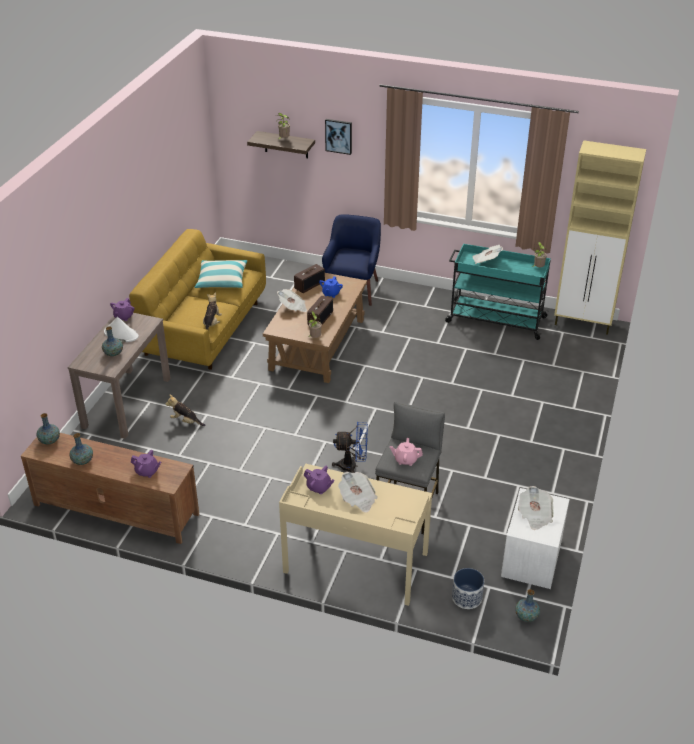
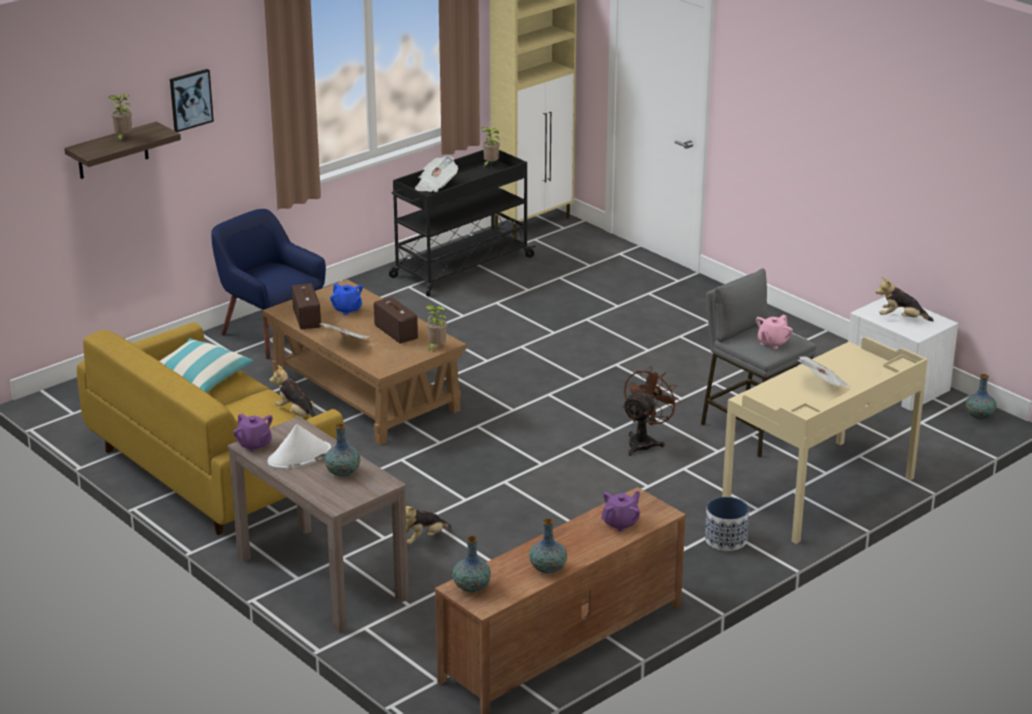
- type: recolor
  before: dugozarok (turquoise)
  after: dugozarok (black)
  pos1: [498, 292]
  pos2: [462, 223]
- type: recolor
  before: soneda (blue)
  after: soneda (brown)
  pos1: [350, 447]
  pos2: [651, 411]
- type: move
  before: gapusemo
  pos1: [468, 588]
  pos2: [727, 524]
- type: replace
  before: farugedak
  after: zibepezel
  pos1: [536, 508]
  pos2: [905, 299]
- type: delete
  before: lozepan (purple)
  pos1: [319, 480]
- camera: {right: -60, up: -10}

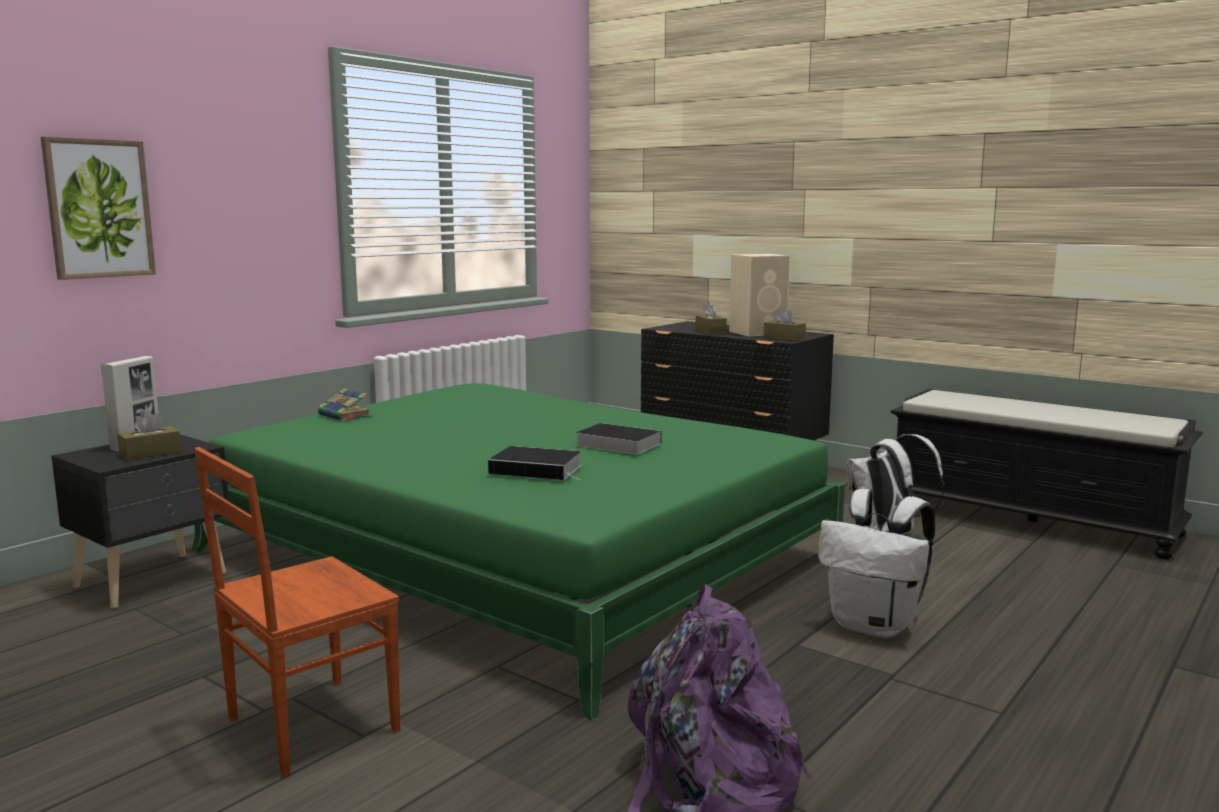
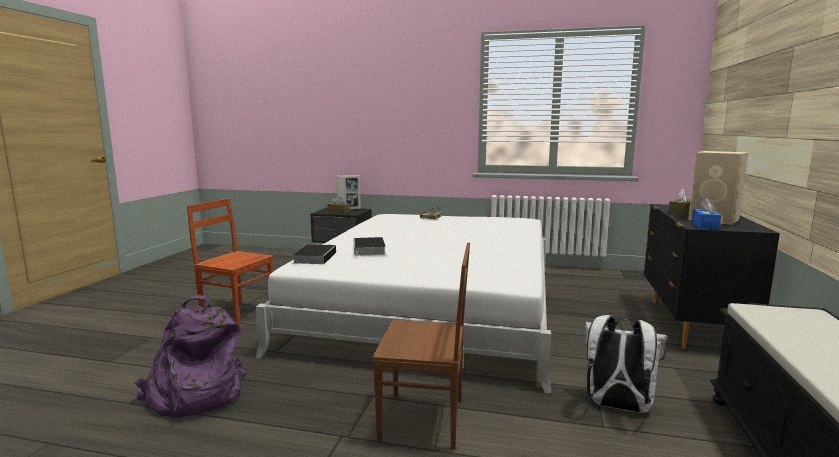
- type: recolor
  before: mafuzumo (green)
  after: mafuzumo (white)
  pos1: [518, 552]
  pos2: [403, 304]
- type: move
  before: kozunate
  pos1: [618, 439]
  pos2: [314, 254]
- type: replace
  before: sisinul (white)
  after: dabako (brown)
  pos1: [876, 563]
  pos2: [421, 346]
- type: recolor
  before: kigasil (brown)
  after: kigasil (blue)
  pos1: [785, 324]
  pos2: [706, 214]
- type: delete
  before: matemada
  pos1: [98, 208]
- camera: {right: 65, up: 0}

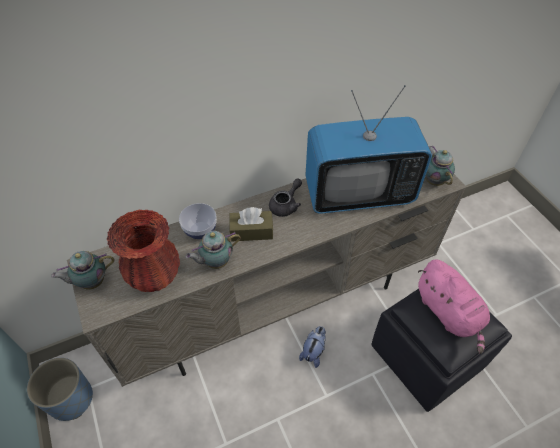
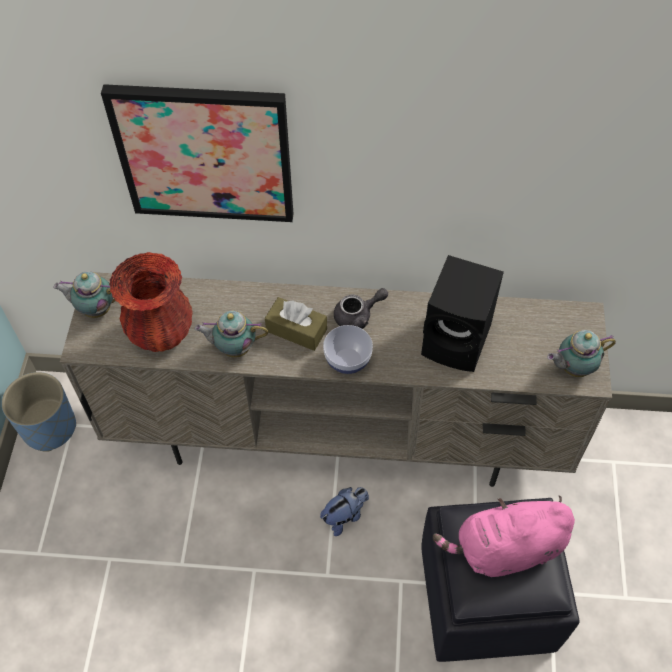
- type: insert
  after: matemada
  pos2: [197, 153]
- type: move
  before: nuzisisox
  pos1: [198, 221]
  pos2: [348, 349]
- type: replace
  before: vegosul
  after: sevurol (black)
  pos1: [368, 149]
  pos2: [462, 313]
- type: rotate
  before: zibepezel (pink)
  pos1: [454, 306]
  pos2: [504, 536]
  turn: 75
- type: rotate
  before: lozepan
  pos1: [440, 166]
  pos2: [581, 353]
  turn: -120
- camera: {right: 30, up: 5}

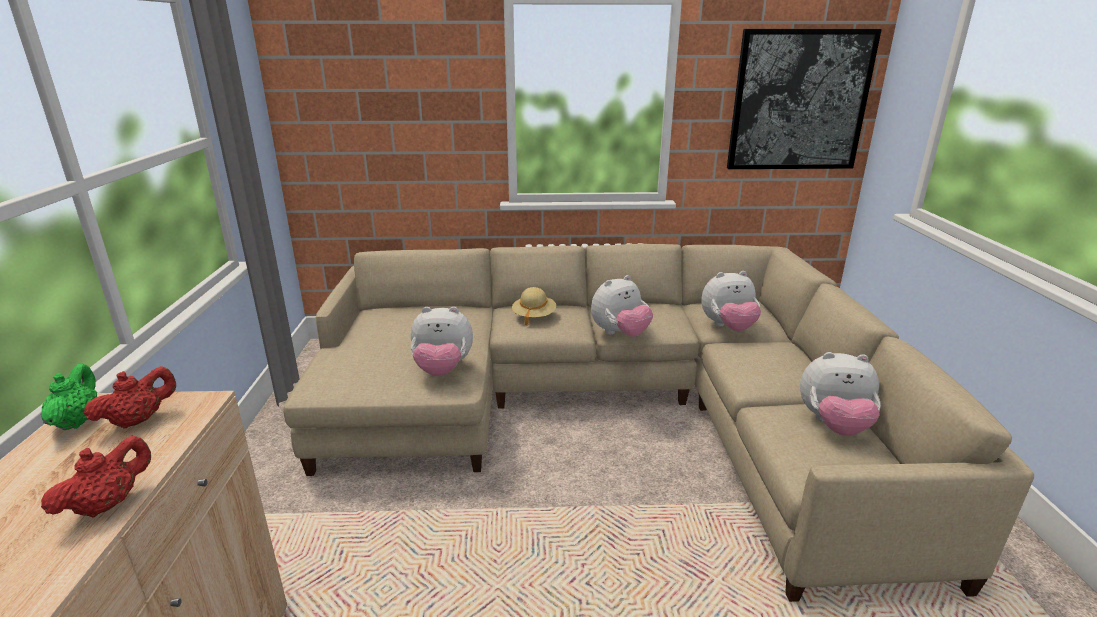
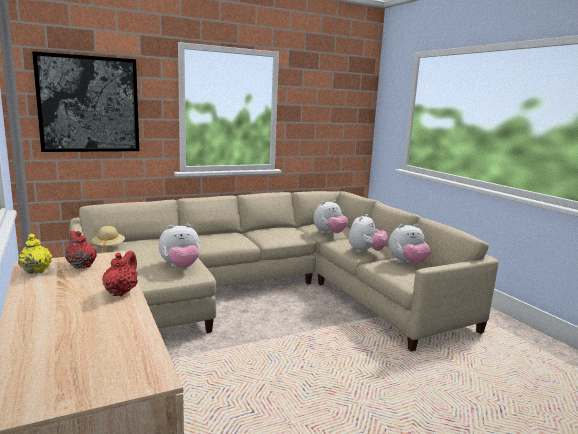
- type: recolor
  before: lozepan (green)
  after: lozepan (yellow)
  pos1: [69, 397]
  pos2: [35, 254]
- type: move
  before: matemada
  pos1: [804, 99]
  pos2: [85, 101]
- type: rotate
  before: lozepan (red)
  pos1: [130, 397]
  pos2: [81, 250]
  turn: -60
- type: move
  before: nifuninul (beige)
  pos1: [534, 306]
  pos2: [108, 239]
- type: move
  before: zibepezel
  pos1: [622, 306]
  pos2: [368, 233]
- camera: {right: -25, up: -10}

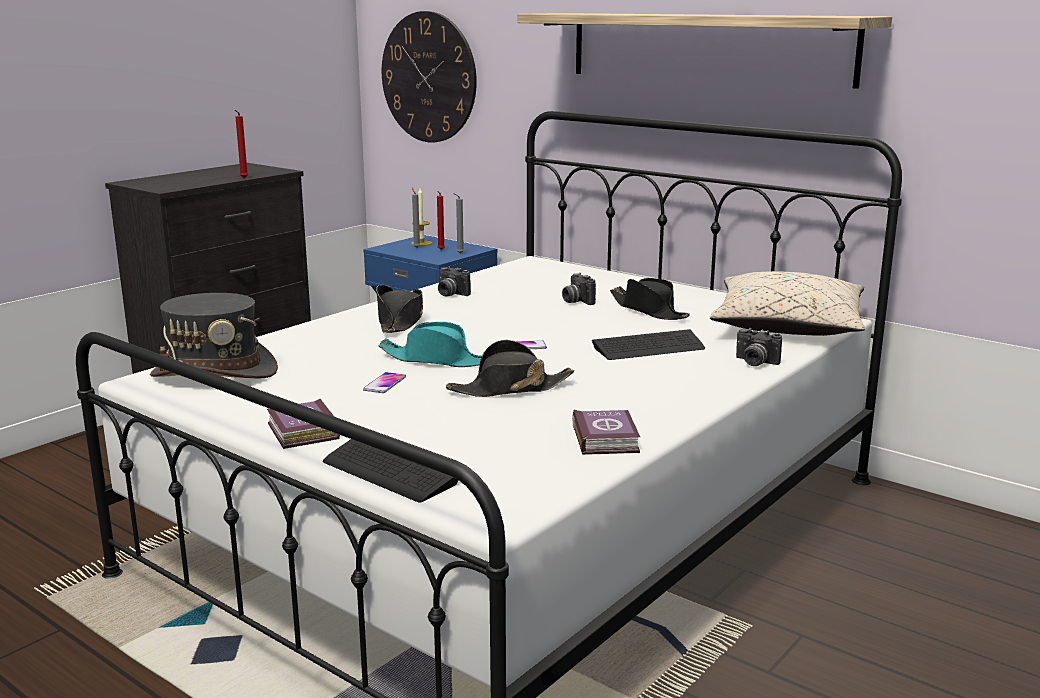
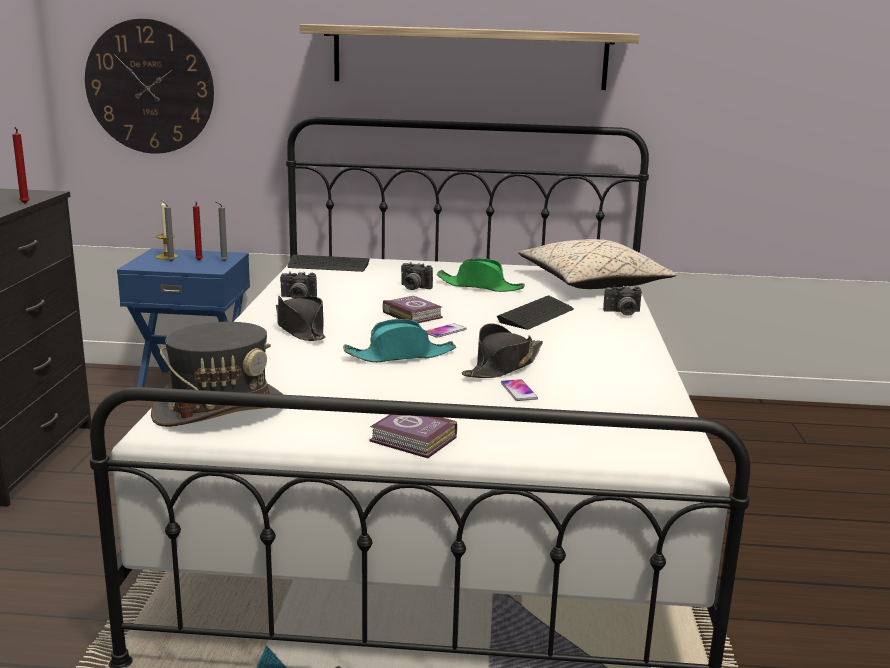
- type: move
  before: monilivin
  pos1: [391, 471]
  pos2: [328, 263]
- type: move
  before: kozunate
  pos1: [606, 432]
  pos2: [412, 309]
- type: recolor
  before: nifuninul (black)
  after: nifuninul (green)
  pos1: [650, 299]
  pos2: [480, 275]
- type: move
  before: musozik
  pos1: [384, 382]
  pos2: [519, 390]
- camera: {right: -35, up: 0}

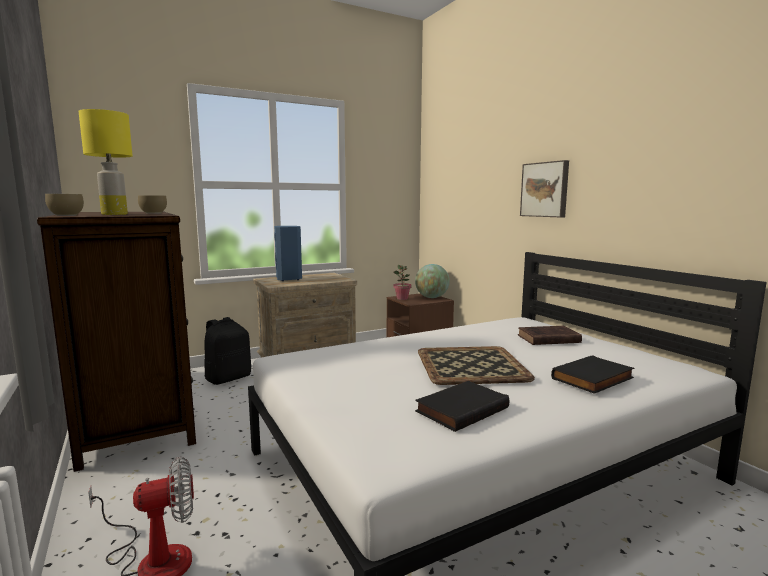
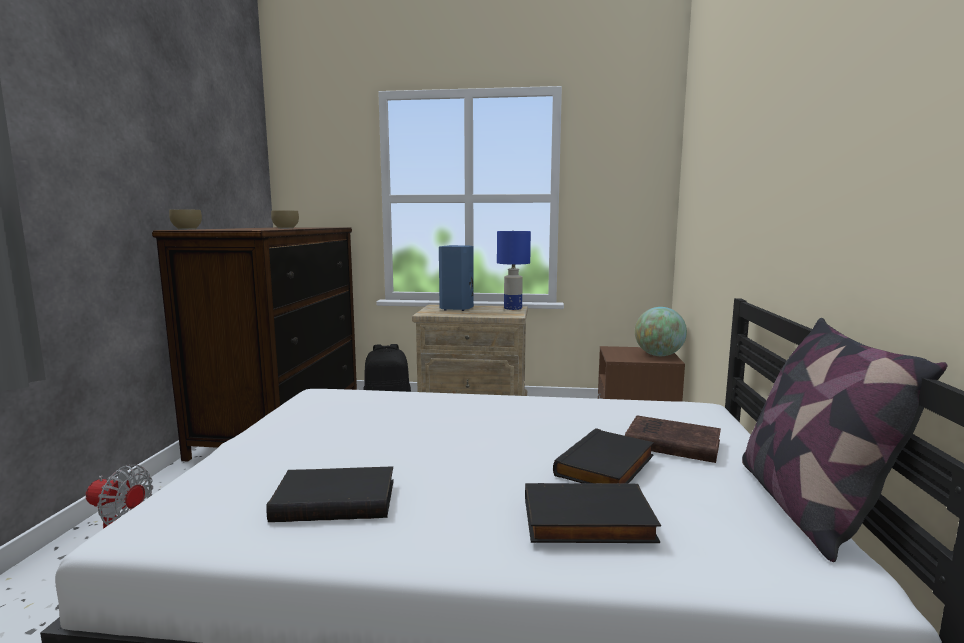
- type: insert
  after: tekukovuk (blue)
  pos2: [514, 270]
- type: insert
  after: kozunate (black)
  pos2: [603, 456]
- type: insert
  after: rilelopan
  pos2: [845, 440]
- type: delete
  before: tekukovuk (yellow)
  pos1: [105, 162]
- type: delete
  before: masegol
  pos1: [402, 282]
- type: delete
  before: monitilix
  pos1: [476, 365]
- type: delete
  before: matemada
  pos1: [544, 188]
- camera: {right: 35, up: 0}

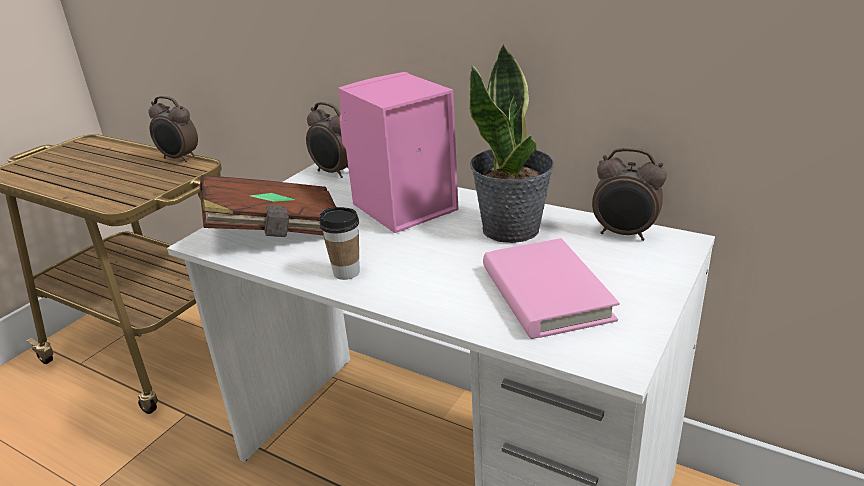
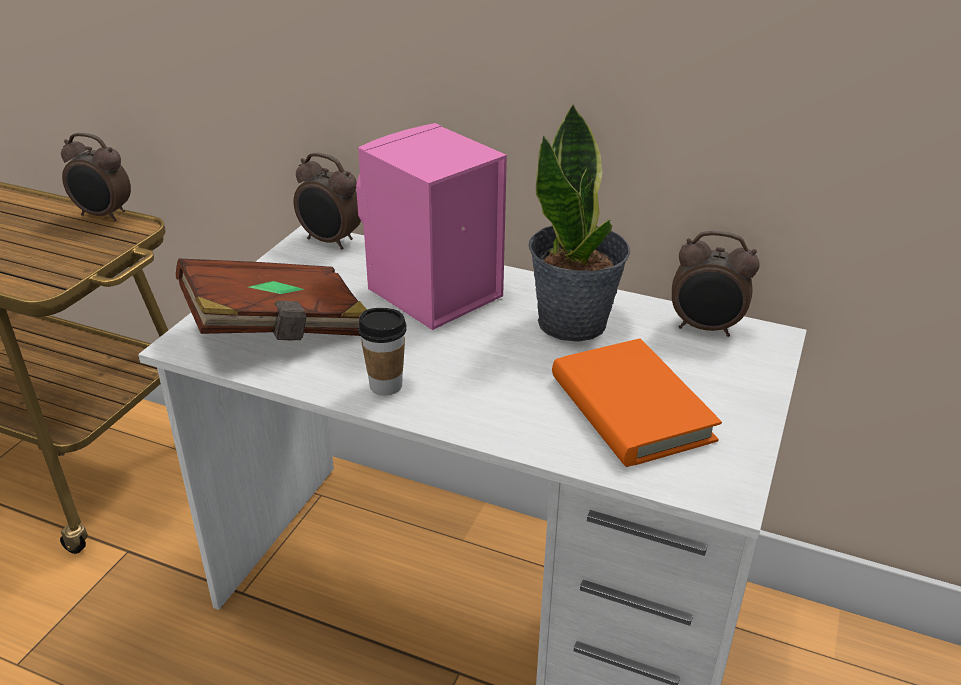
- type: recolor
  before: kozunate (pink)
  after: kozunate (orange)
  pos1: [551, 288]
  pos2: [637, 402]
- camera: {right: -10, up: 5}

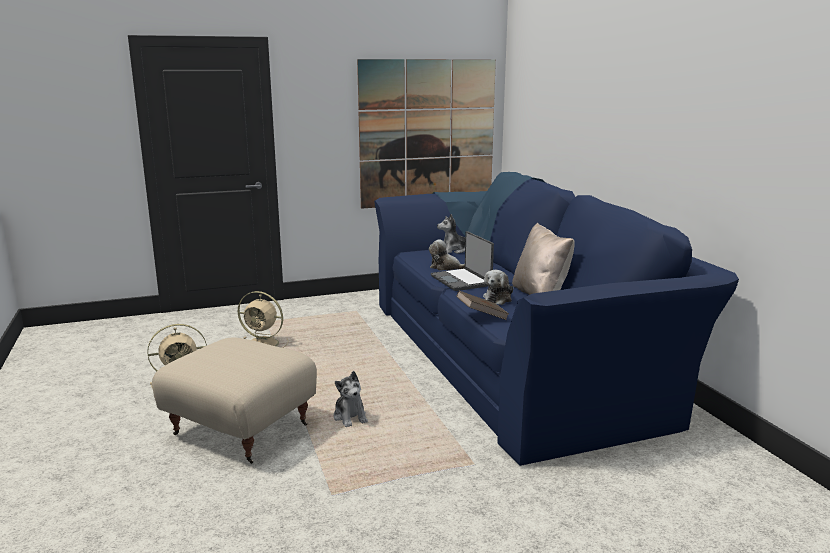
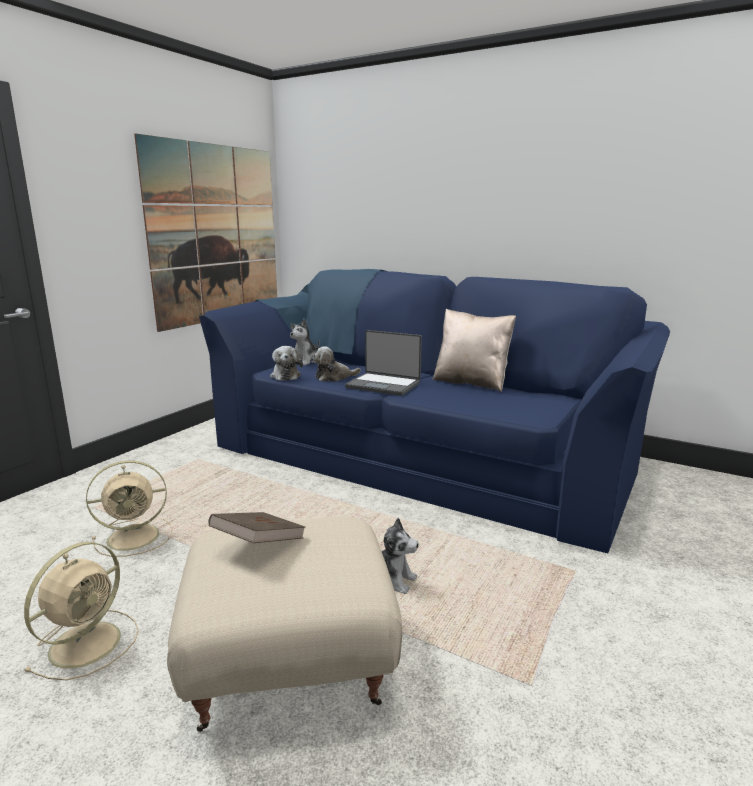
- type: move
  before: kozunate (brown)
  pos1: [482, 305]
  pos2: [257, 527]
- type: move
  before: zibepezel
  pos1: [498, 287]
  pos2: [286, 363]
- camera: {right: -40, up: 0}

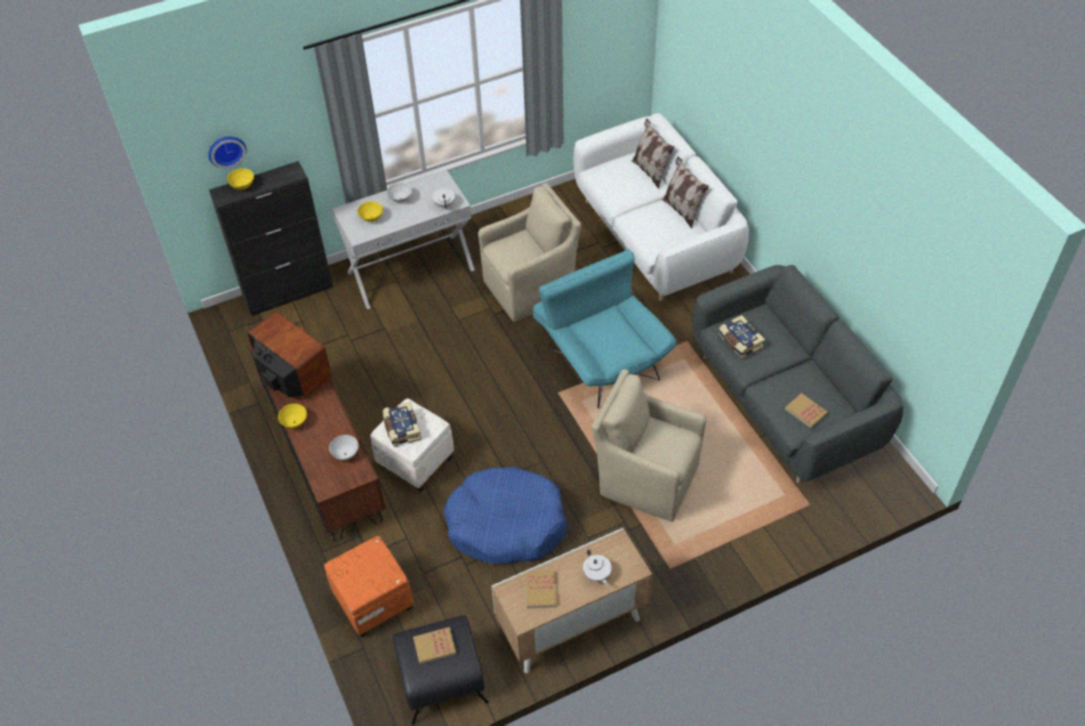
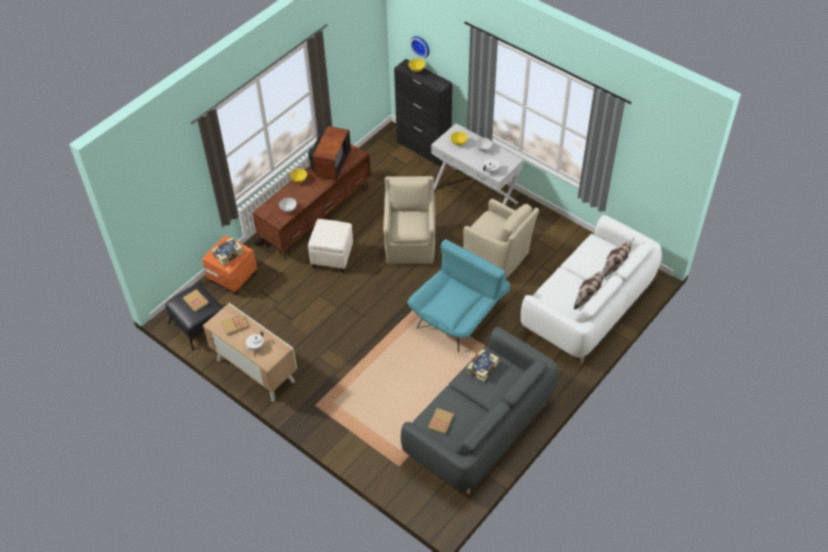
- type: move
  before: kozunate
  pos1: [402, 424]
  pos2: [228, 252]
- type: move
  before: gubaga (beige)
  pos1: [649, 445]
  pos2: [409, 220]
- type: delete
  before: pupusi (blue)
  pos1: [505, 515]
- camera: {right: 65, up: 0}

